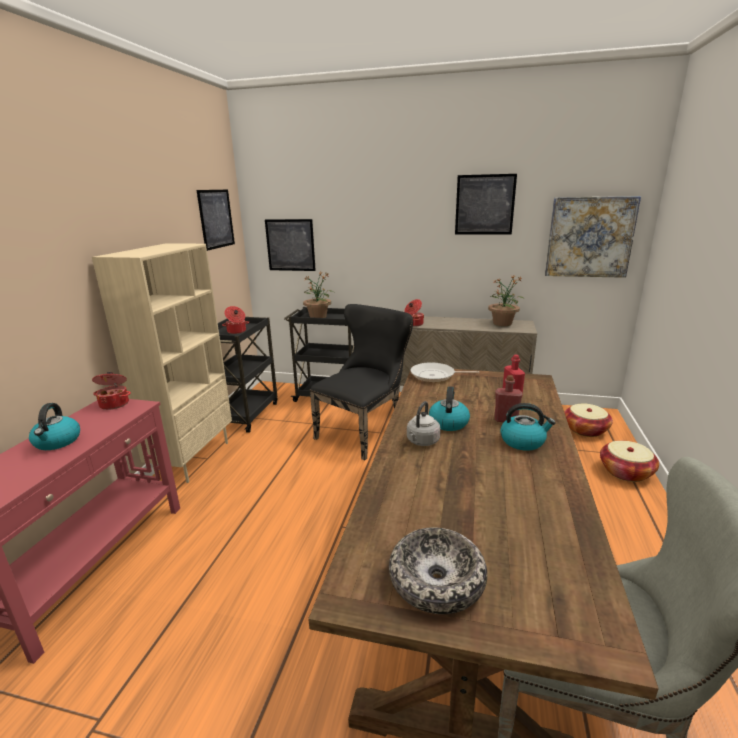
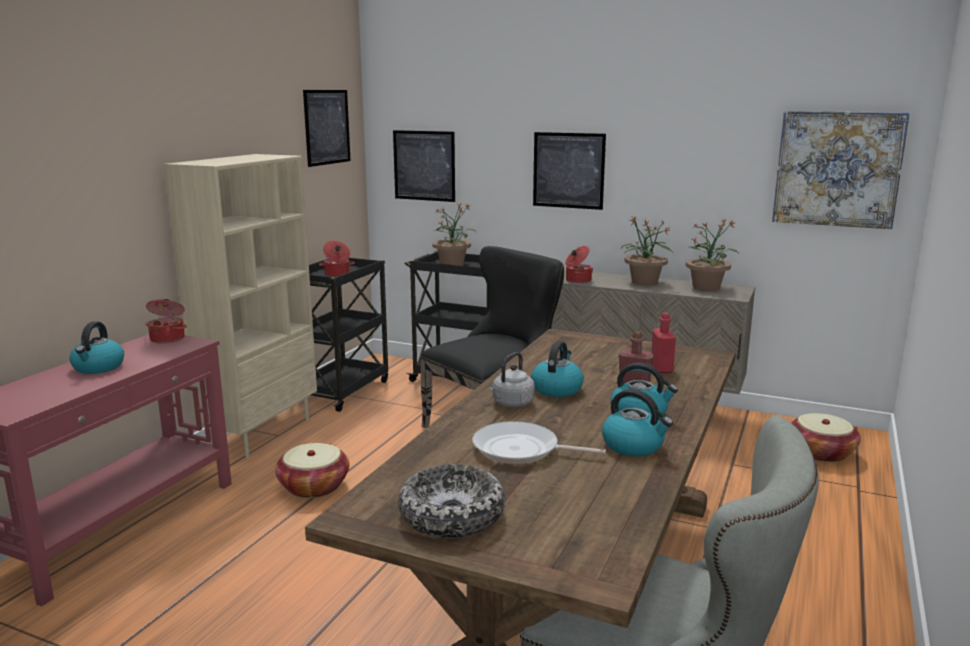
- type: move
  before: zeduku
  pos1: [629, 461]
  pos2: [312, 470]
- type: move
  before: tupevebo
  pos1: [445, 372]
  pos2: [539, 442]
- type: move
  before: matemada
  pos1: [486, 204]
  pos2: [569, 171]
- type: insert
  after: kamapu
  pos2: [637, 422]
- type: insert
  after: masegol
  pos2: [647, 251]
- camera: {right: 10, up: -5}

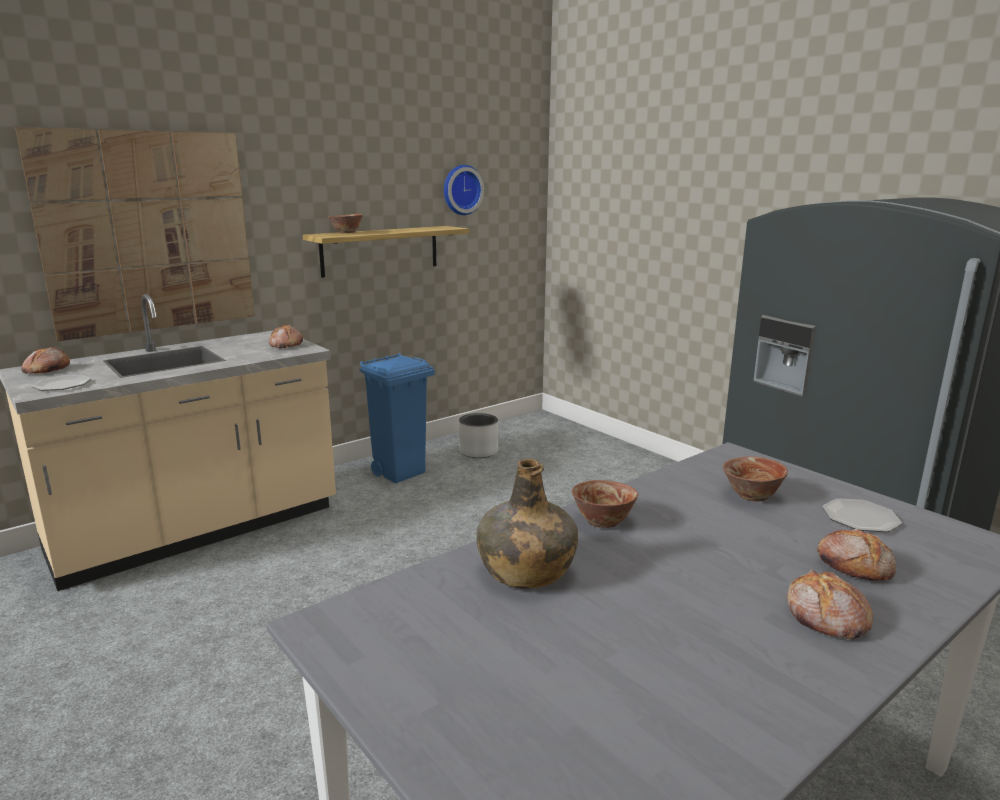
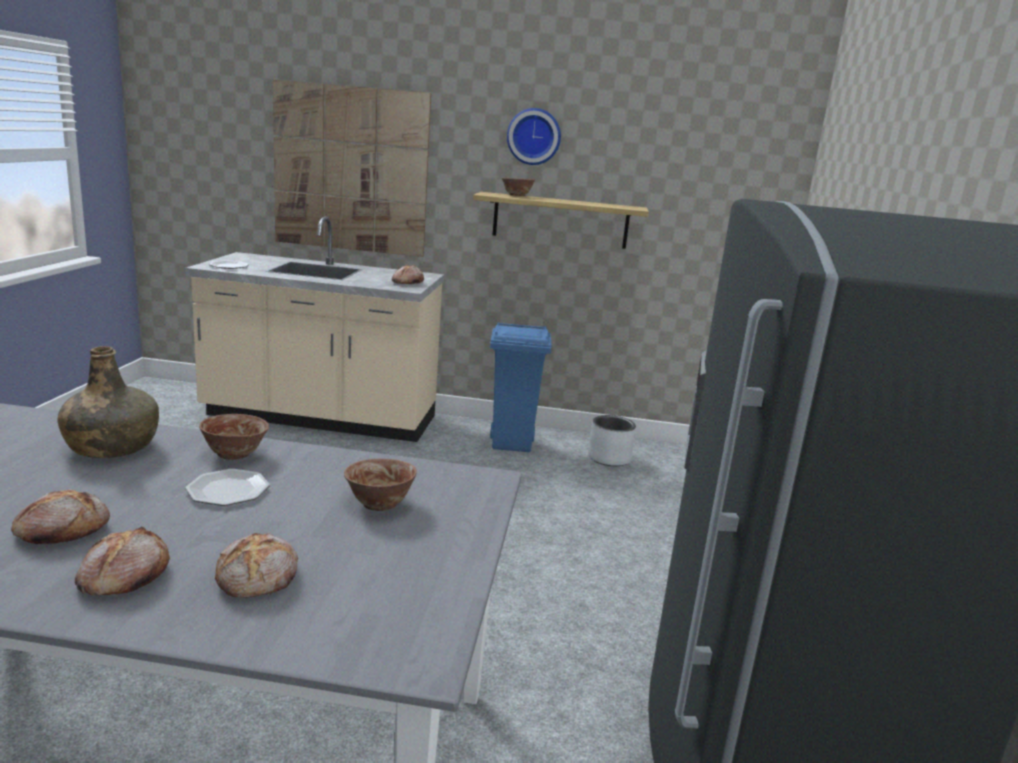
- type: move
  before: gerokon
  pos1: [45, 360]
  pos2: [60, 516]
- type: move
  before: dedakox
  pos1: [862, 515]
  pos2: [227, 487]
- type: move
  before: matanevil
  pos1: [464, 190]
  pos2: [534, 136]
- camera: {right: 45, up: 0}

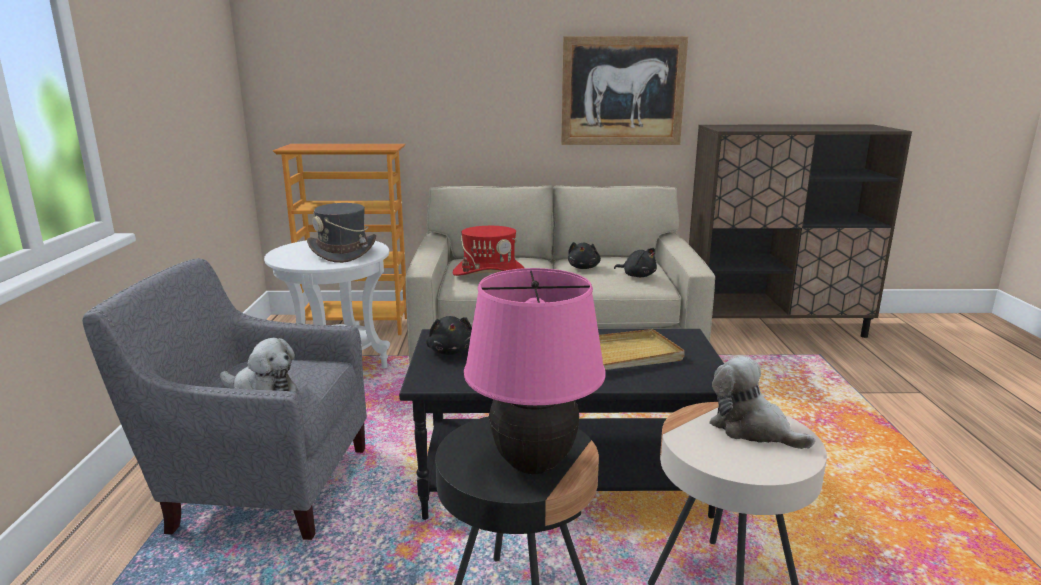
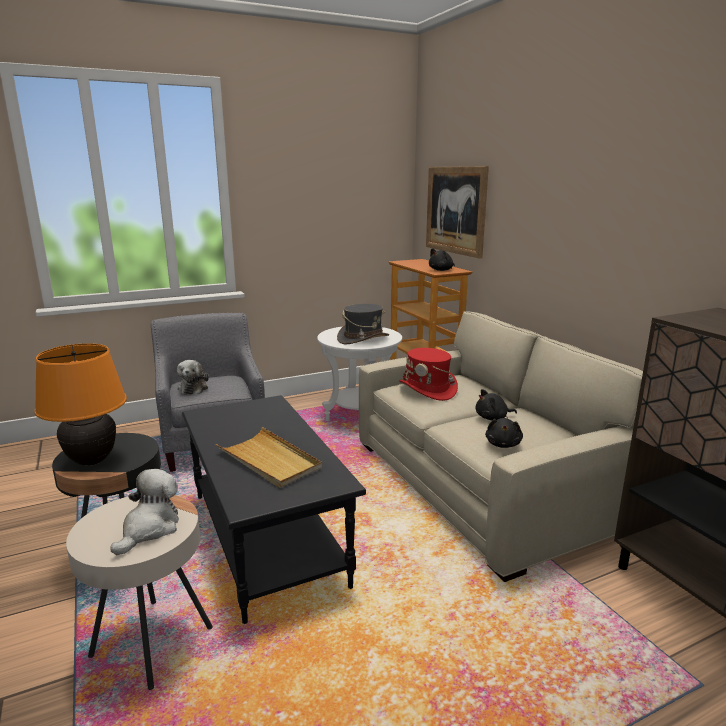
- type: recolor
  before: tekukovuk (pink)
  after: tekukovuk (orange)
  pos1: [535, 371]
  pos2: [81, 404]
- type: move
  before: matemada
  pos1: [624, 90]
  pos2: [457, 212]
- type: move
  before: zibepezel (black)
  pos1: [449, 335]
  pos2: [442, 259]
- camera: {right: 65, up: 0}

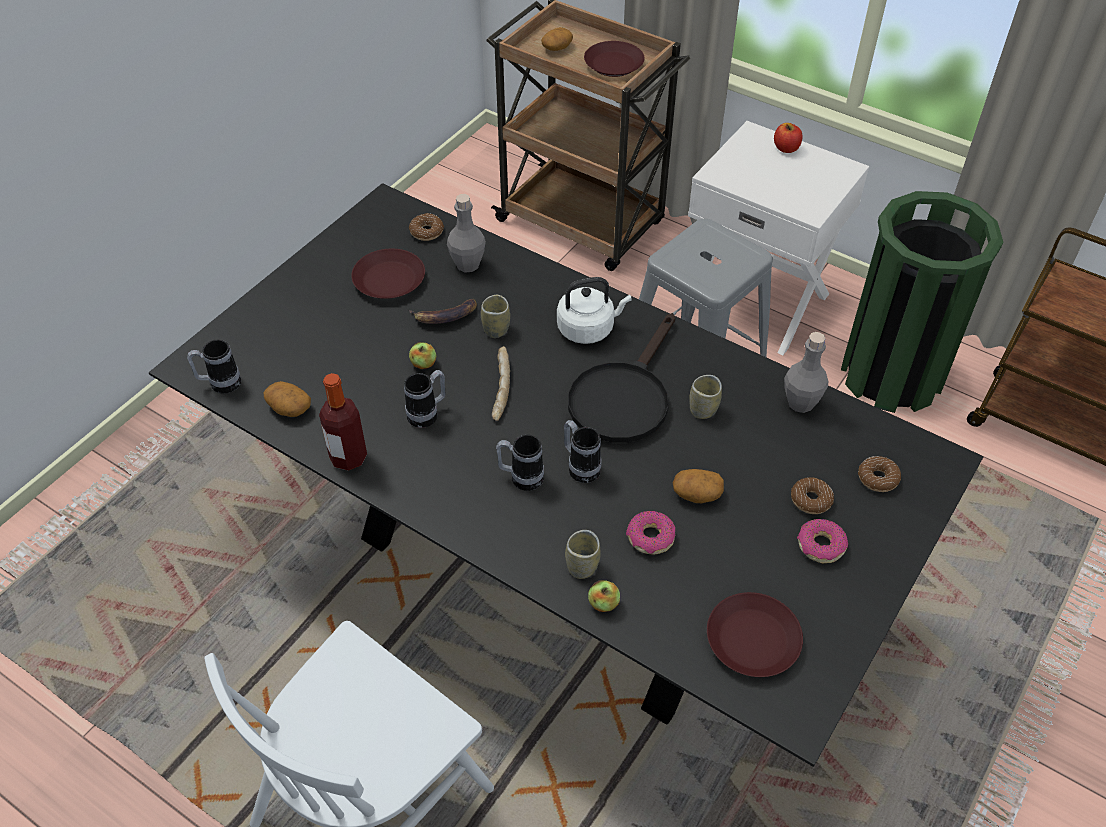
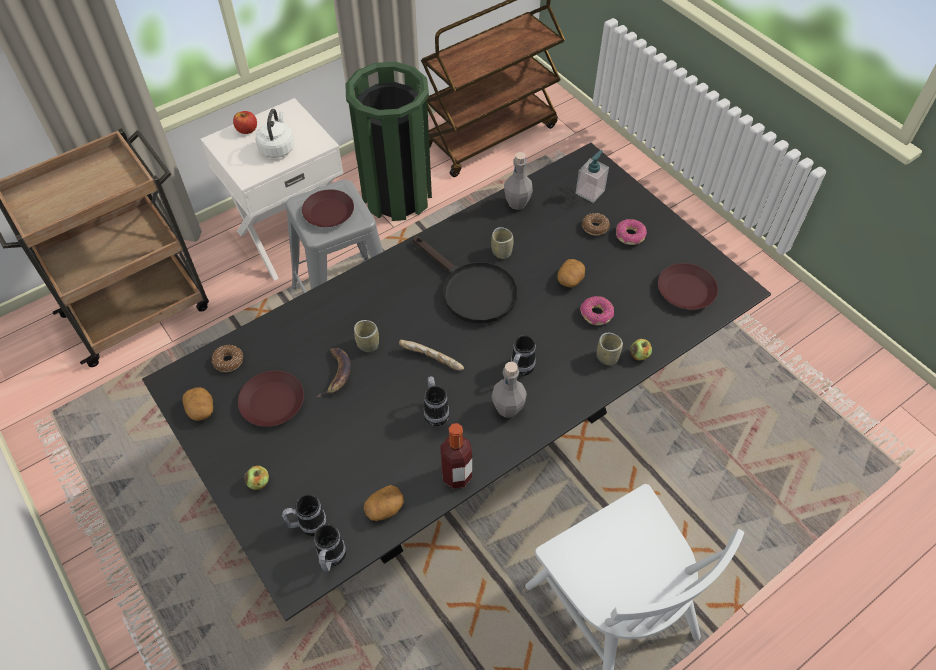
- type: move
  before: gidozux
  pos1: [557, 39]
  pos2: [198, 404]
- type: move
  before: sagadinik
  pos1: [422, 355]
  pos2: [256, 478]
- type: move
  before: kamapu (white)
  pos1: [594, 310]
  pos2: [275, 133]
- type: move
  before: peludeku
  pos1: [582, 451]
  pos2: [304, 515]
- type: move
  before: dedakox (brown)
  pos1: [614, 59]
  pos2: [328, 208]
- type: move
  before: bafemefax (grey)
  pos1: [466, 233]
  pos2: [509, 390]
- type: replace
  before: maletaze
  after: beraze
  pos1: [879, 474]
  pos2: [592, 176]
- camera: {right: -70, up: 5}

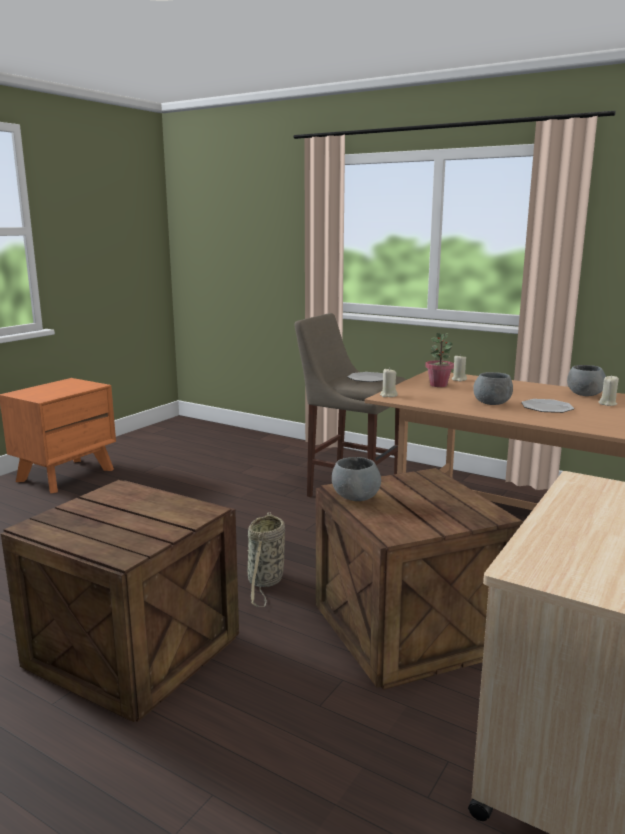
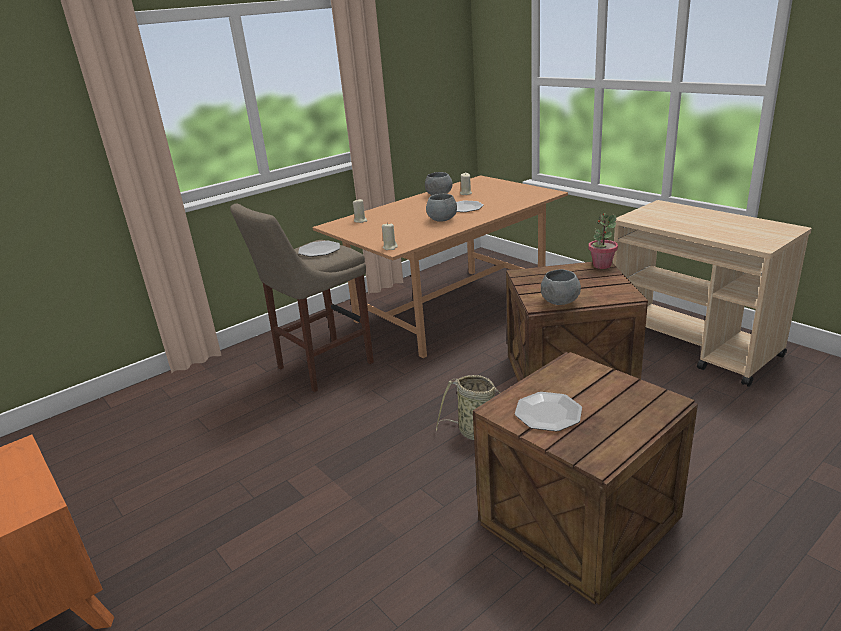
- type: insert
  after: dedakox
  pos2: [548, 411]
- type: move
  before: masegol
  pos1: [439, 360]
  pos2: [603, 241]
- camera: {right: -70, up: 10}

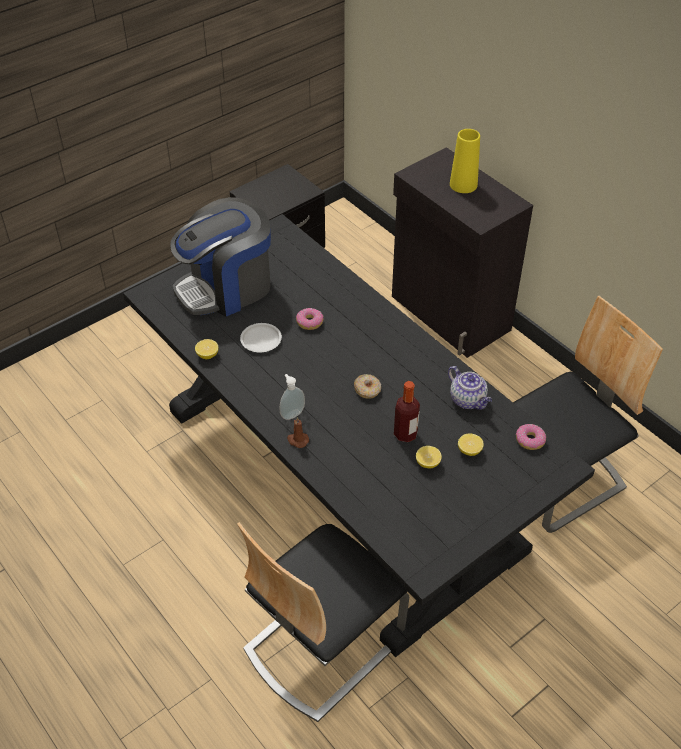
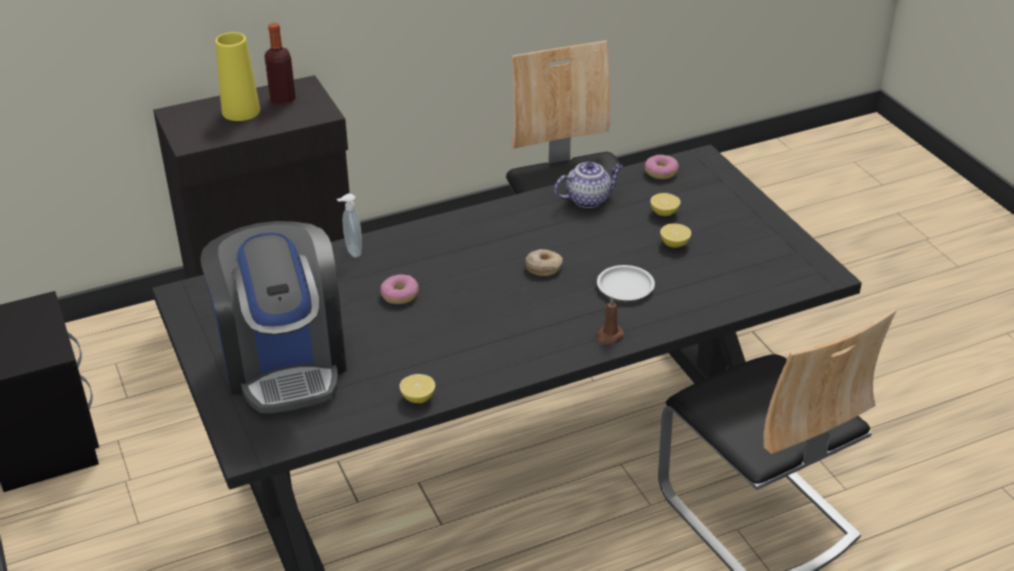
- type: move
  before: bafemefax
  pos1: [407, 411]
  pos2: [280, 64]
- type: move
  before: beraze
  pos1: [292, 397]
  pos2: [349, 225]
- type: move
  before: dedakox (white)
  pos1: [261, 337]
  pos2: [626, 282]
- camera: {right: -75, up: -10}

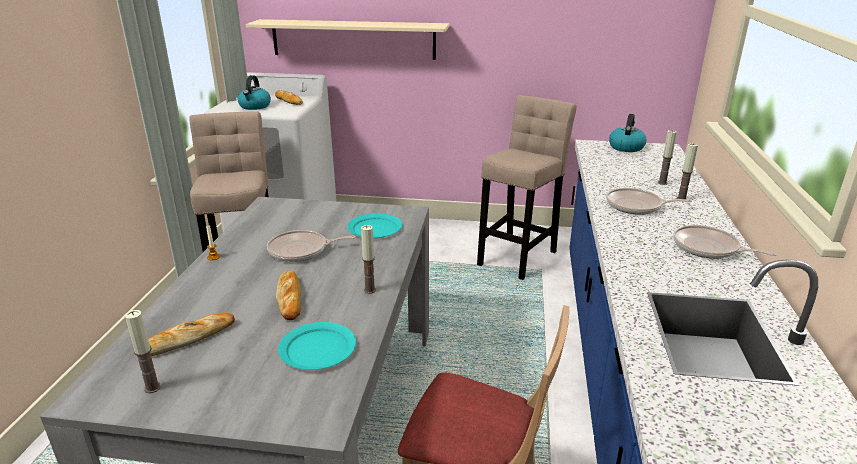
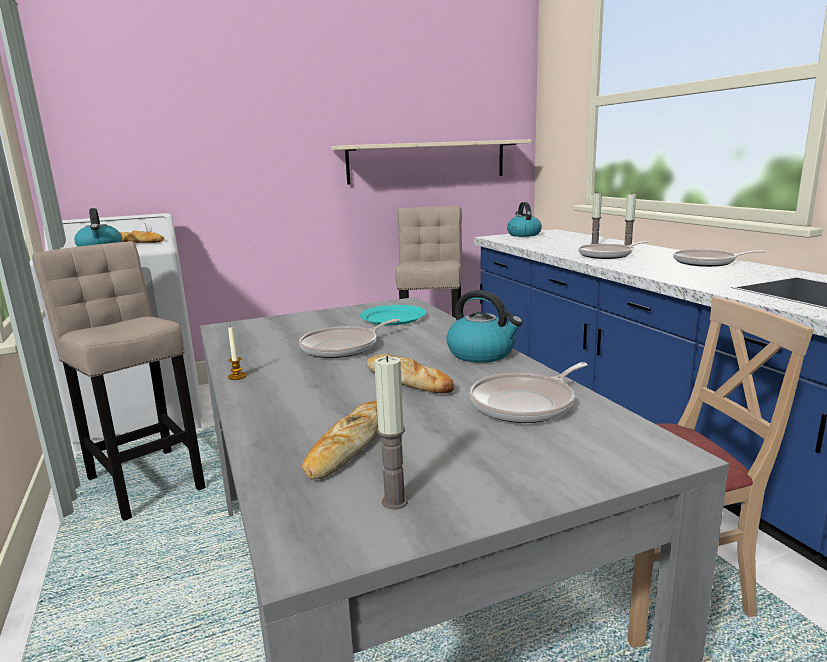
- type: move
  before: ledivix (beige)
  pos1: [347, 39]
  pos2: [431, 162]
- type: replace
  before: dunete
  after: kamapu
  pos1: [368, 259]
  pos2: [484, 326]
- type: replace
  before: dedakox (turquoise)
  after: tupevebo
  pos1: [317, 346]
  pos2: [529, 392]
- camera: {right: -30, up: -10}

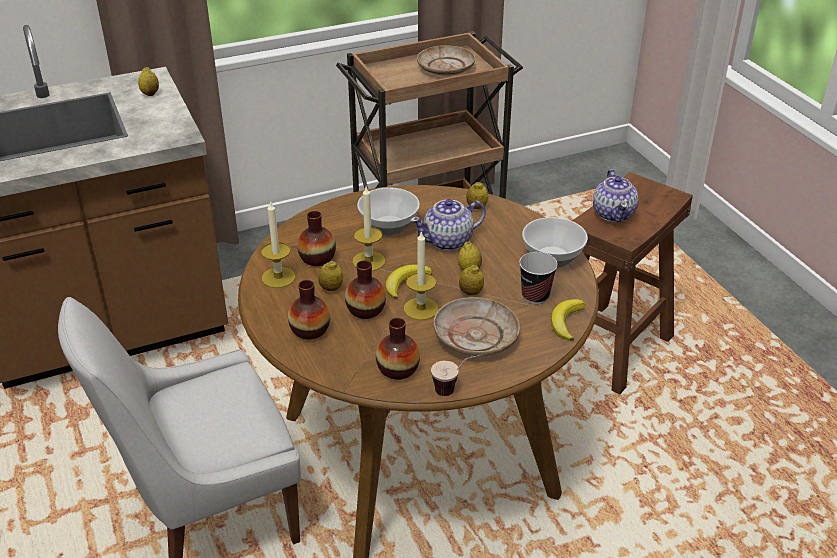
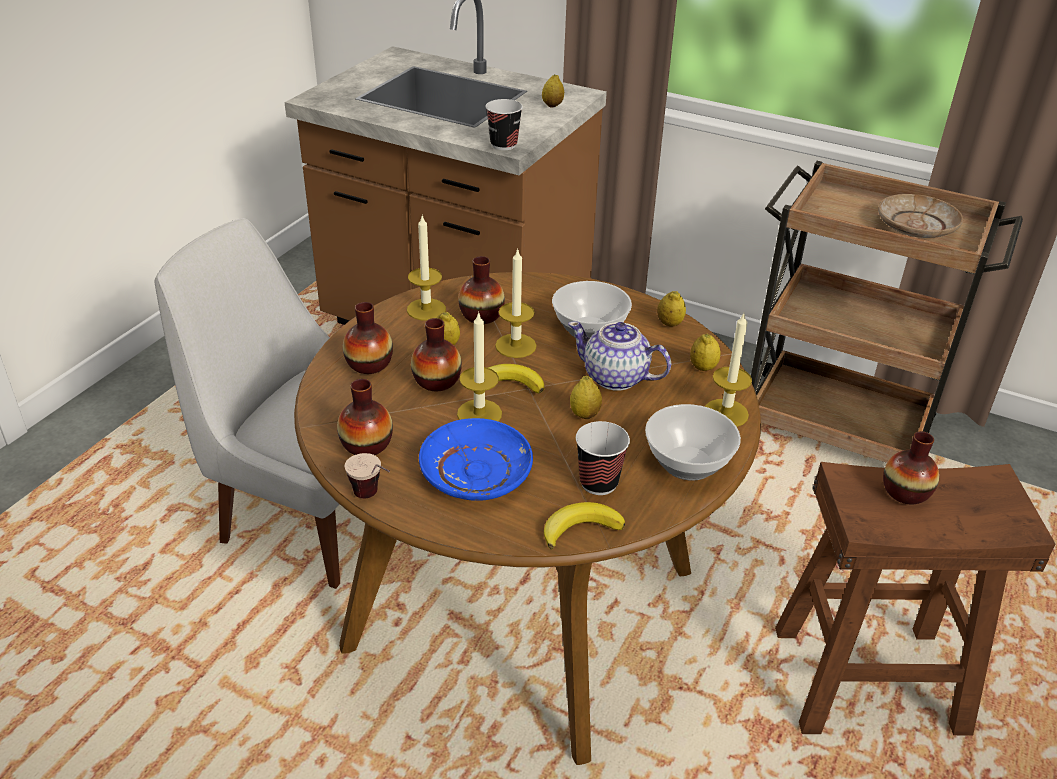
- type: recolor
  before: dedakox (beige)
  after: dedakox (blue)
  pos1: [476, 326]
  pos2: [476, 459]
- type: insert
  after: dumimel
  pos2: [504, 124]
- type: move
  before: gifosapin
  pos1: [471, 280]
  pos2: [671, 309]
- type: insert
  after: dunete
  pos2: [728, 370]
- type: replace
  before: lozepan
  after: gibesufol
  pos1: [616, 196]
  pos2: [911, 468]
- camera: {right: 50, up: 0}

